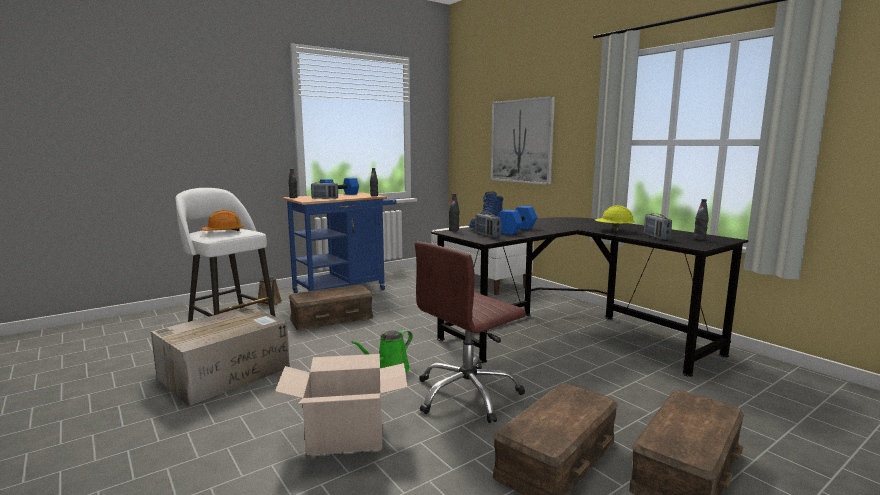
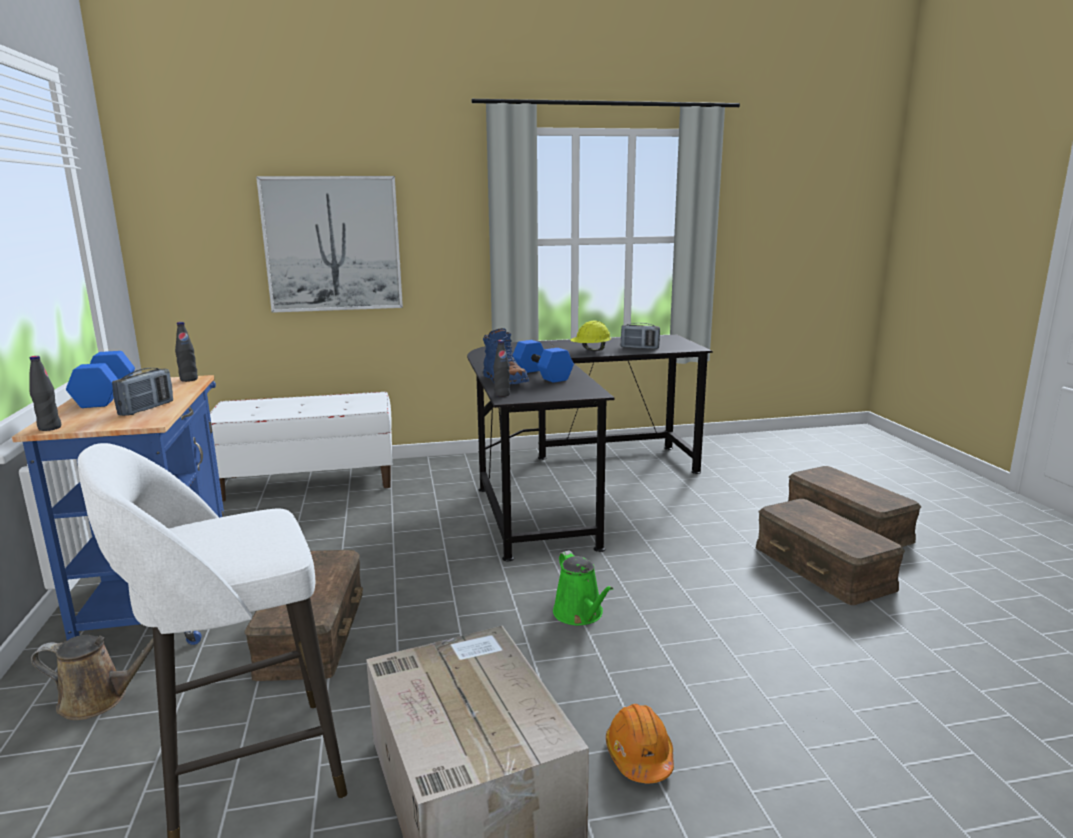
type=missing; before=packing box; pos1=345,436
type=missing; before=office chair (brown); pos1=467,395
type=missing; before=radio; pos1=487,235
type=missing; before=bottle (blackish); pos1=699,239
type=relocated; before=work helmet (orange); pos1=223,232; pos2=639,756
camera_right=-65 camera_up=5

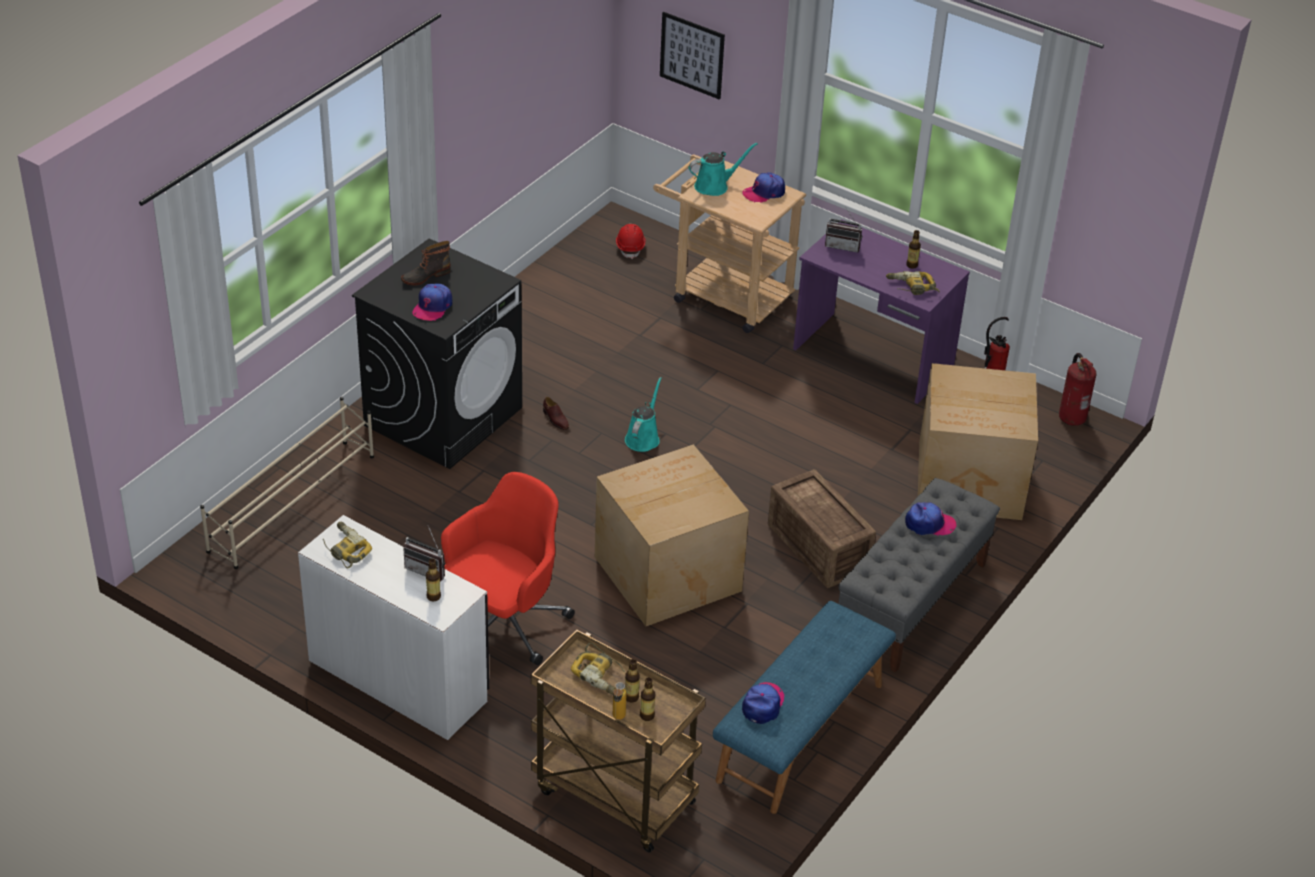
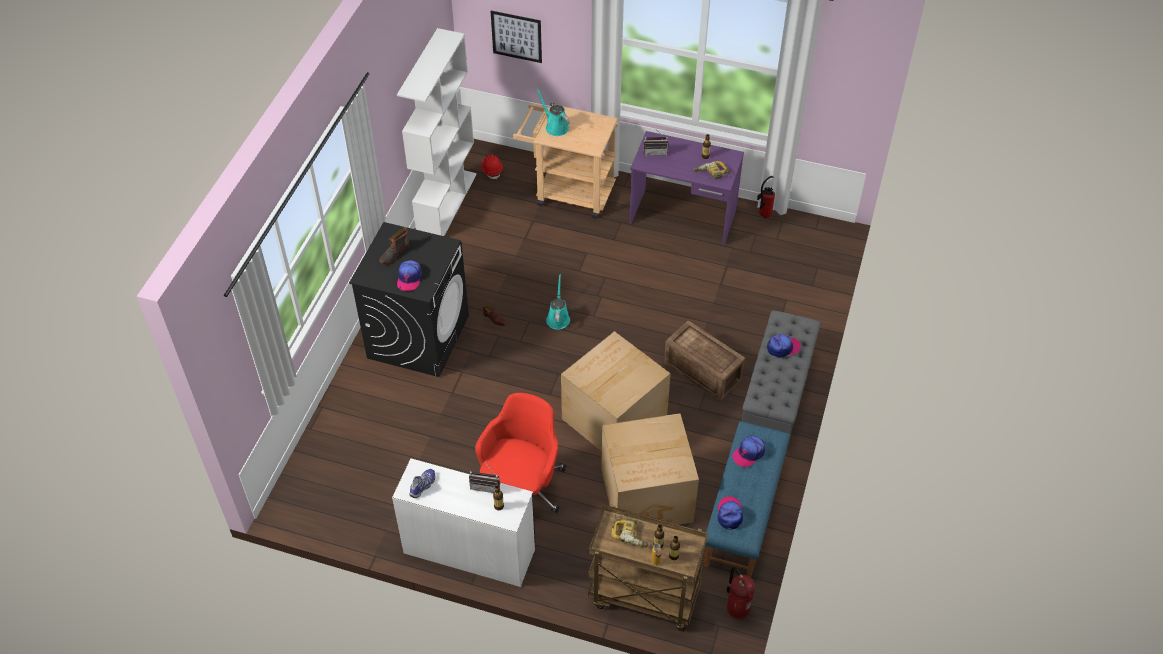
type=missing; before=shoe stand (beige); pos1=293,503
type=appeared; after=bookcase (whitish); pos2=446,203
type=relocated; before=baseball cap; pos1=764,192; pos2=748,453
type=relocated; before=packing box; pos1=971,481; pos2=648,496
type=relocated; before=fire-fighting cylinder; pos1=1071,417; pos2=737,608
type=exchanged; before=electric drill; after=item of footwear; pos1=345,549; pos2=423,486
type=spun; before=sprinkling can (turquoise-coloured); pos1=714,186; pos2=555,126; turn=-90
camera_right=-15 camera_up=10

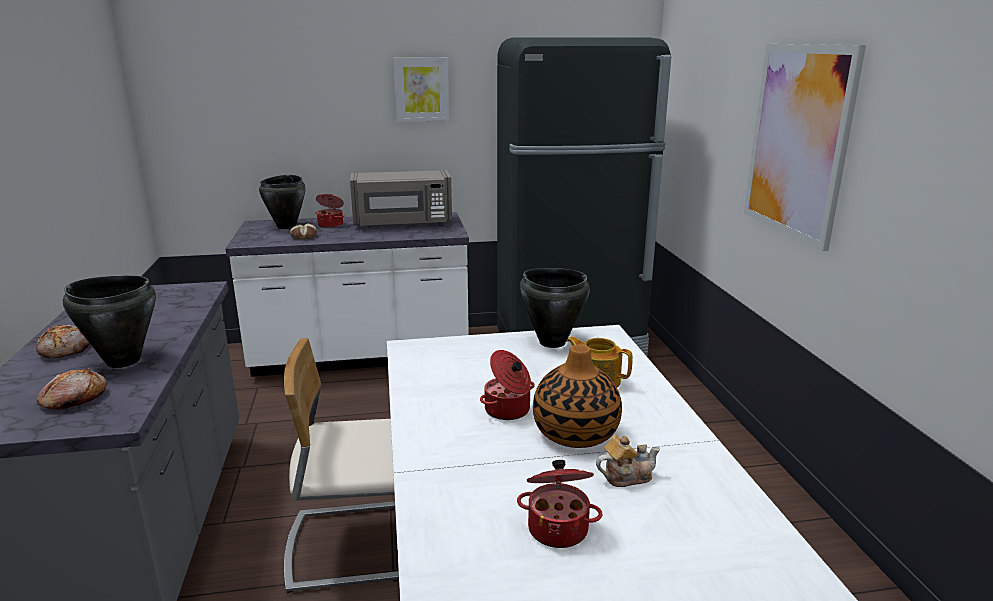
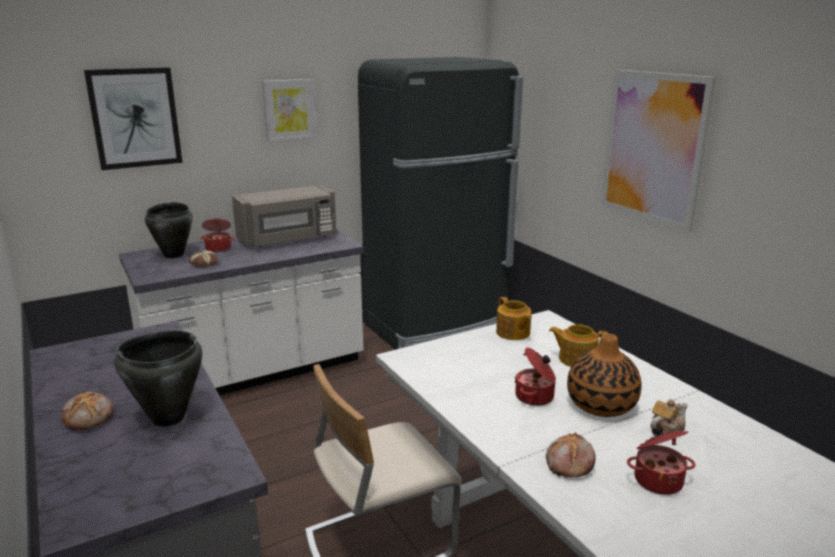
type=appeared; after=picture; pos2=135,118
type=relocated; before=baked bread; pos1=74,399; pos2=568,464
type=exchanged; before=saucepot (blackish); after=teapot; pos1=552,342; pos2=513,333
camera_right=-20 camera_up=0

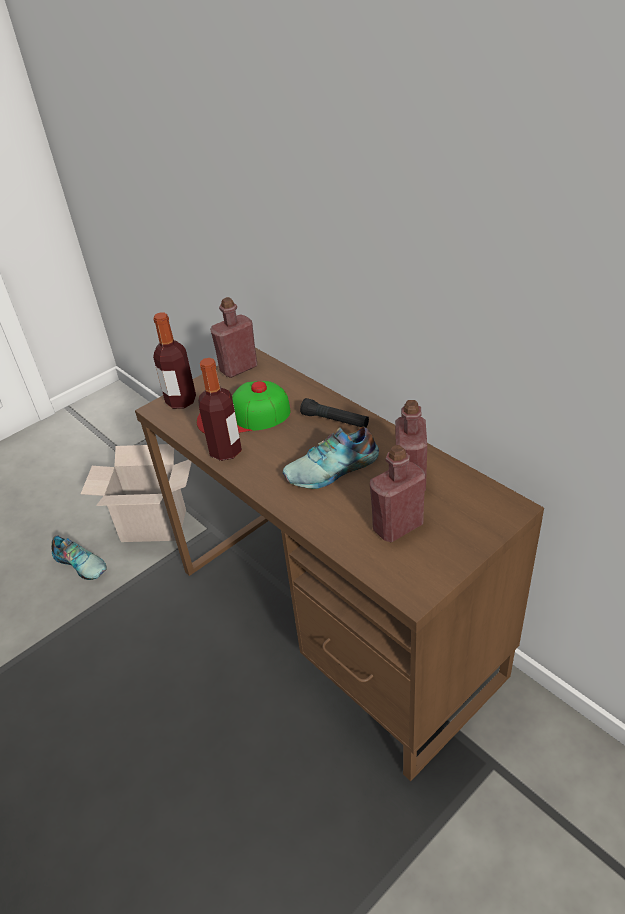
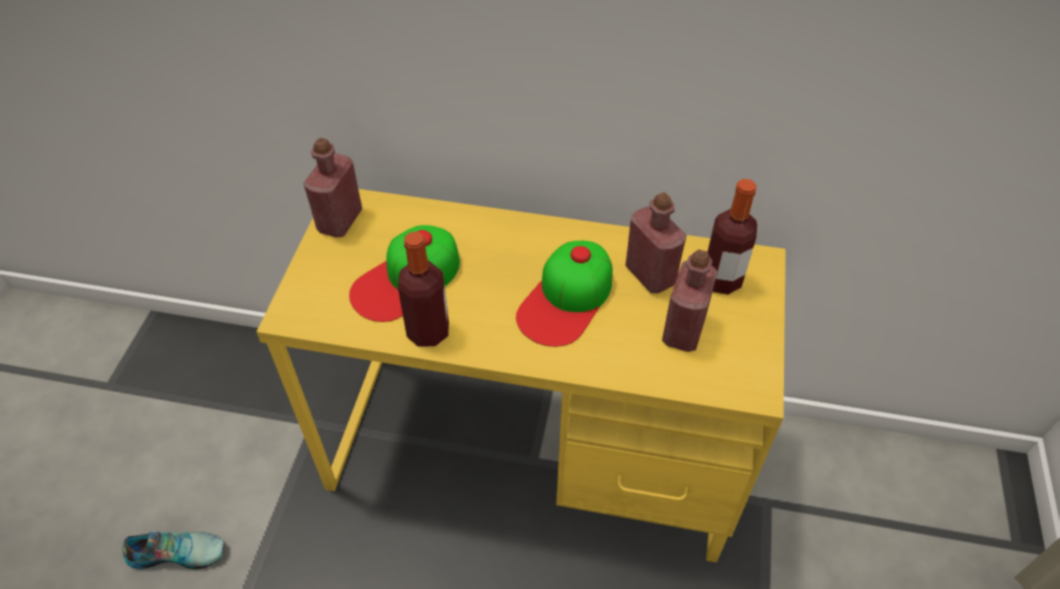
type=missing; before=packing box; pos1=151,527
type=missing; before=hand torch (blackish); pos1=335,420
type=relocated; before=bottle; pos1=181,401; pos2=721,280
type=exchanged; before=item of footwear; after=baseball cap; pos1=333,469; pos2=566,299
type=colour; before=desk (brown); after=desk (yellow); pos1=333,620; pos2=532,452
camera_right=-40 camera_up=10

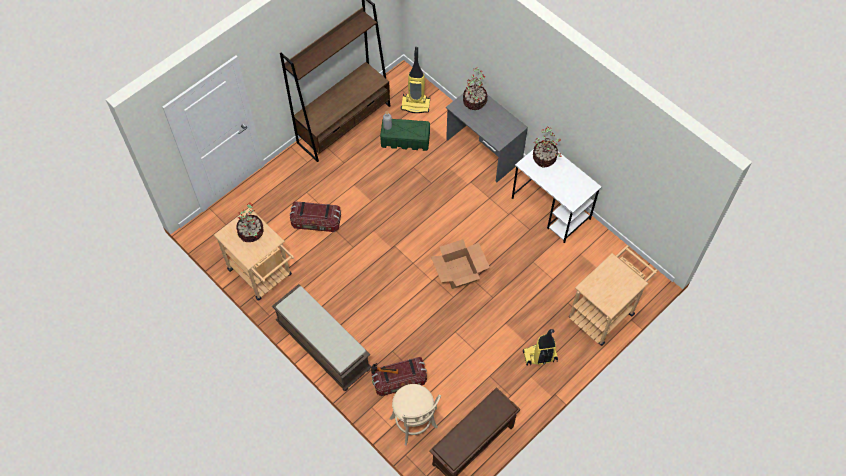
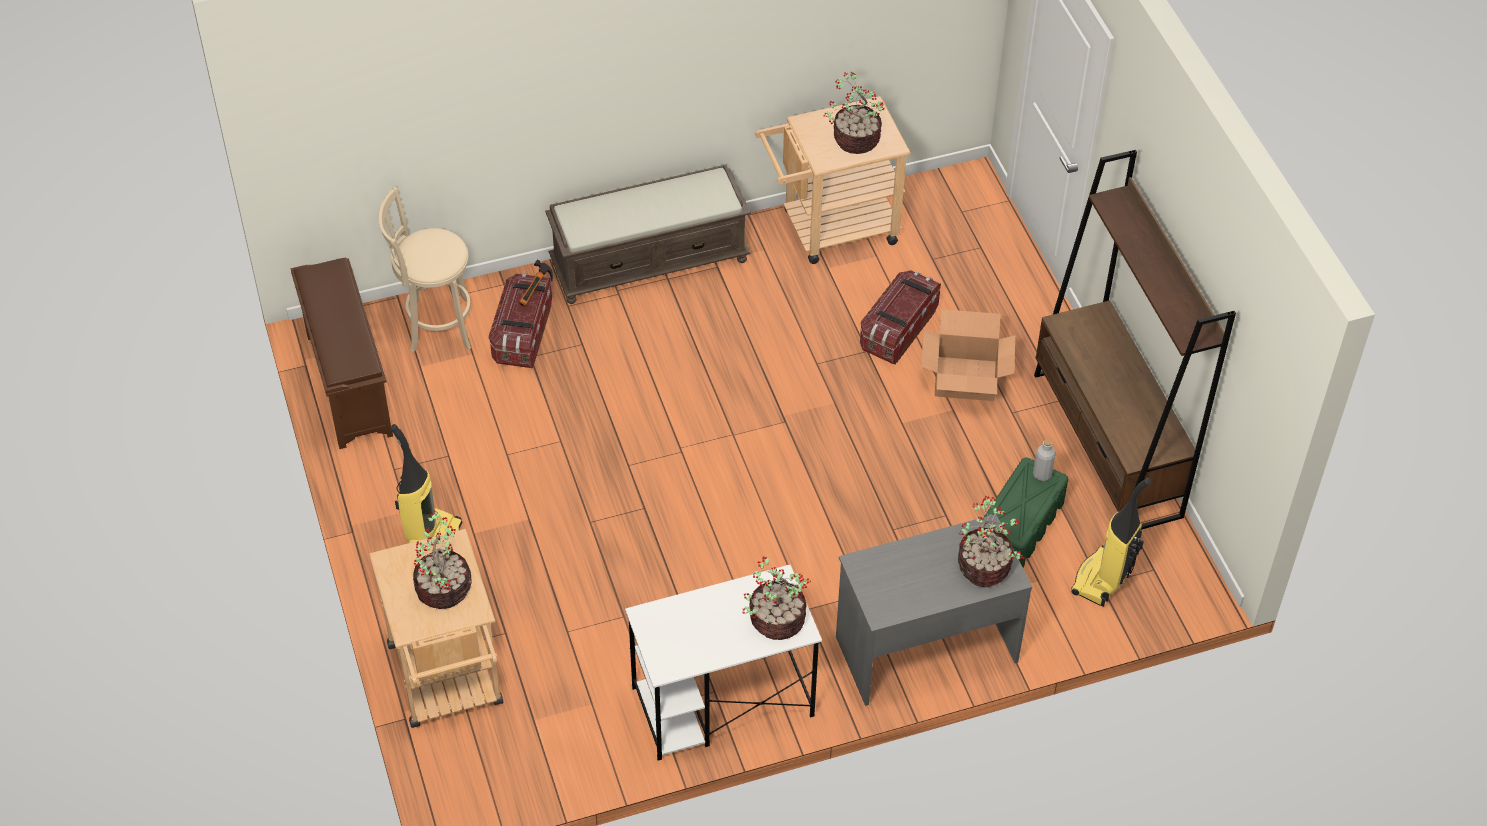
type=appeared; after=houseplant; pos2=443,587
type=relocated; before=packing box; pos1=459,272; pos2=965,379
camera_right=115 camera_up=-10

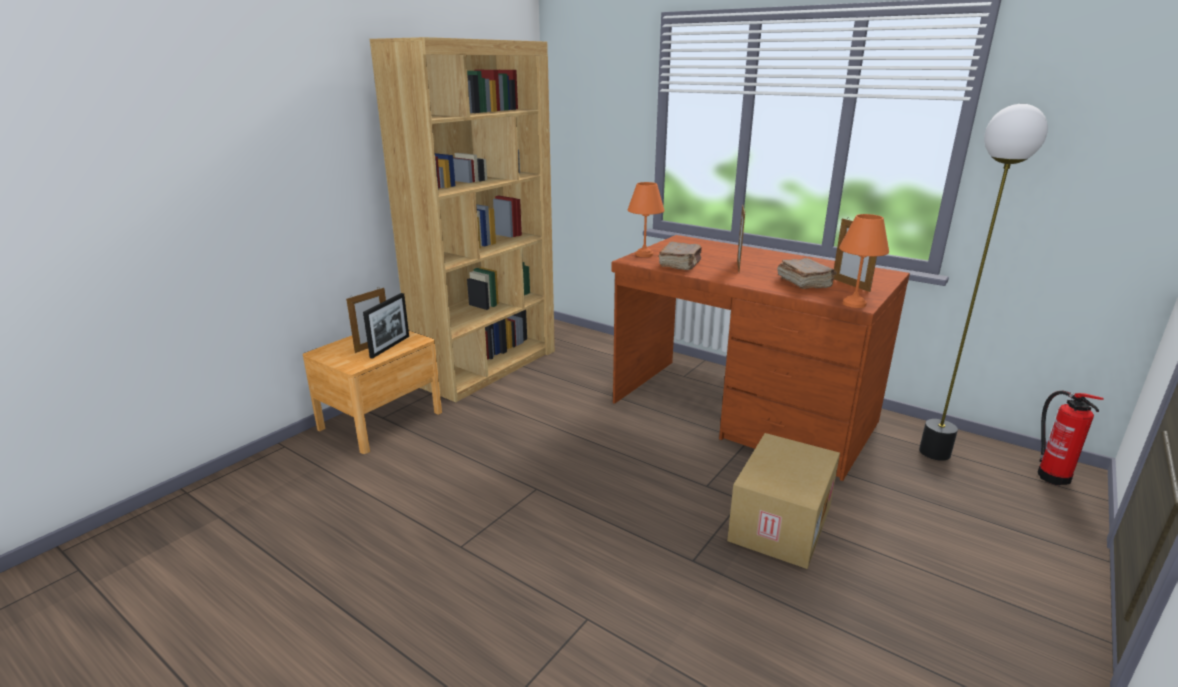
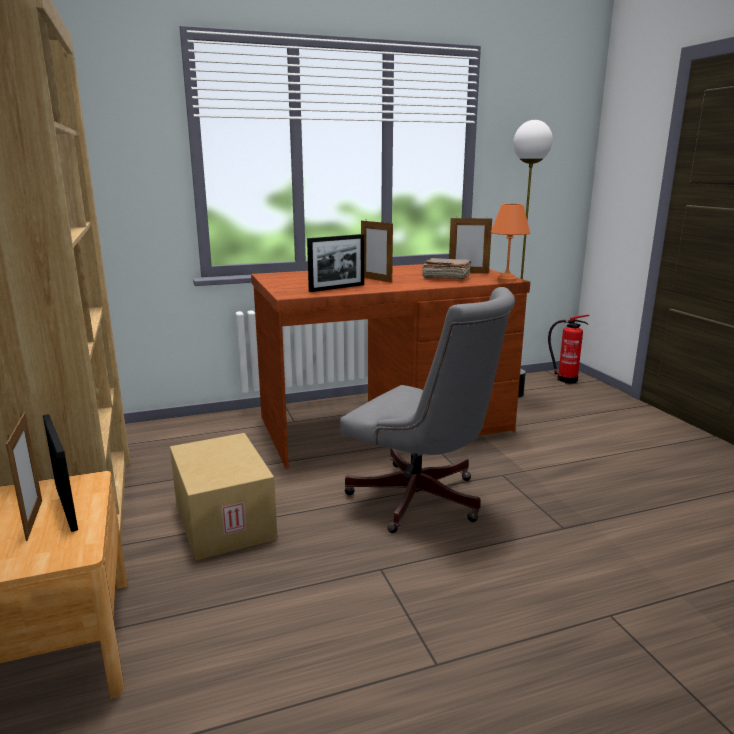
type=missing; before=lamp for a table (orange); pos1=645,254
type=appeared; after=office chair (grey); pos2=423,501
type=relocated; before=packing box; pos1=778,522; pos2=222,521
type=exchanged; before=volume (brown); after=standing frame; pos1=680,264; pos2=337,288
camera_right=-55 camera_up=-5

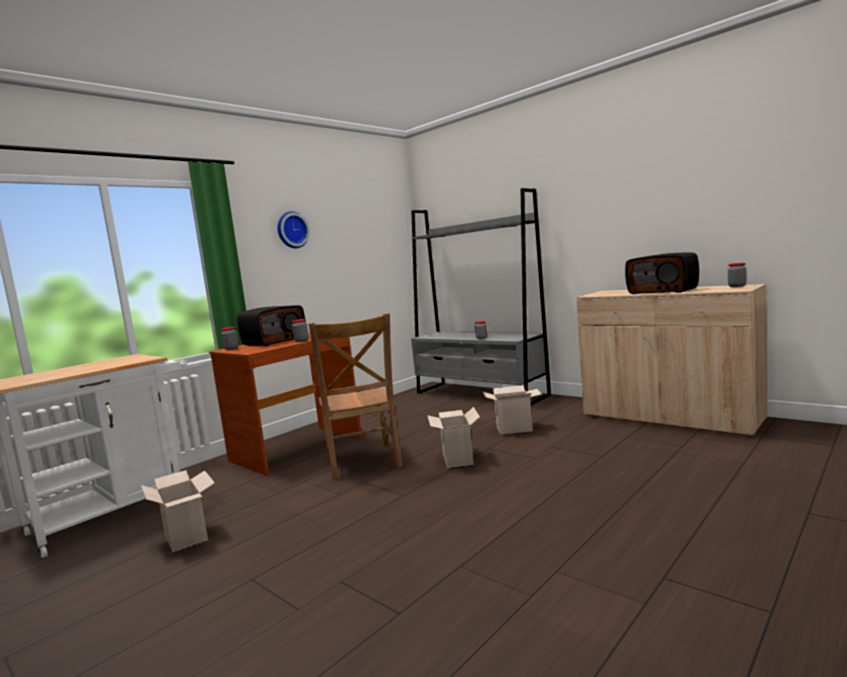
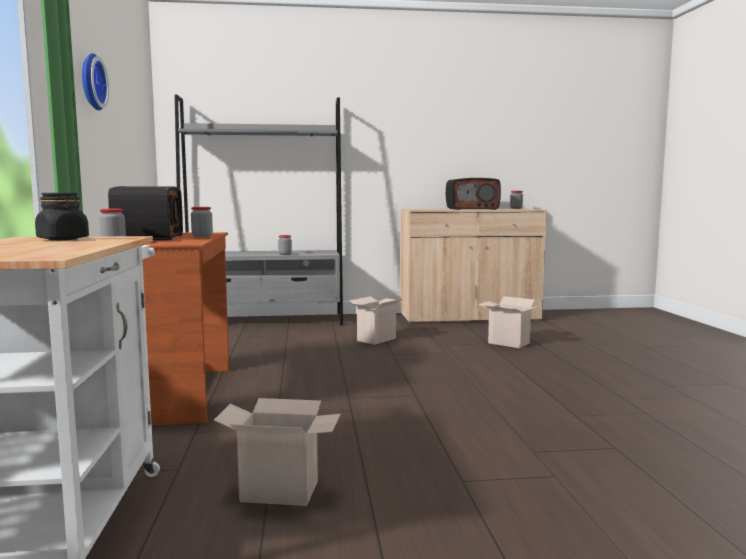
type=missing; before=upright chair (brown); pos1=363,462
type=appeared; after=jar (blackish); pos2=63,239
type=relocated; before=packing box; pos1=456,459; pos2=507,343
camera_right=-50 camera_up=0

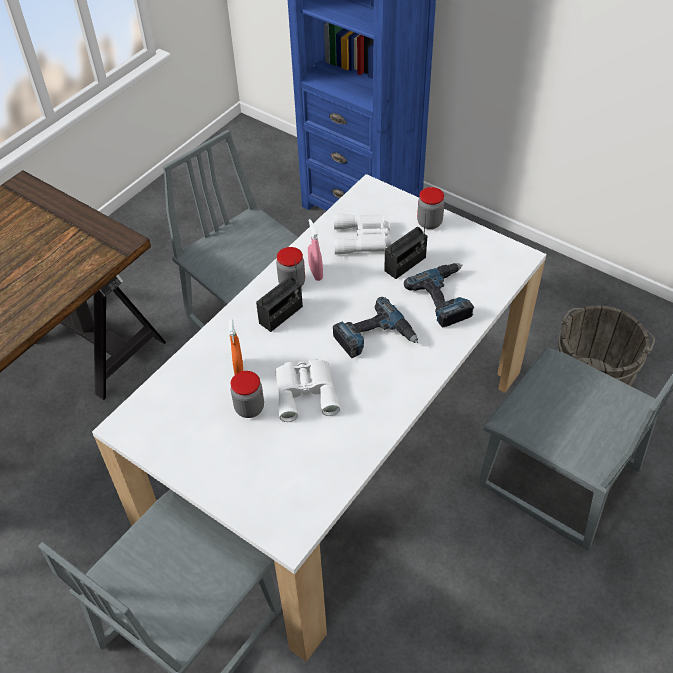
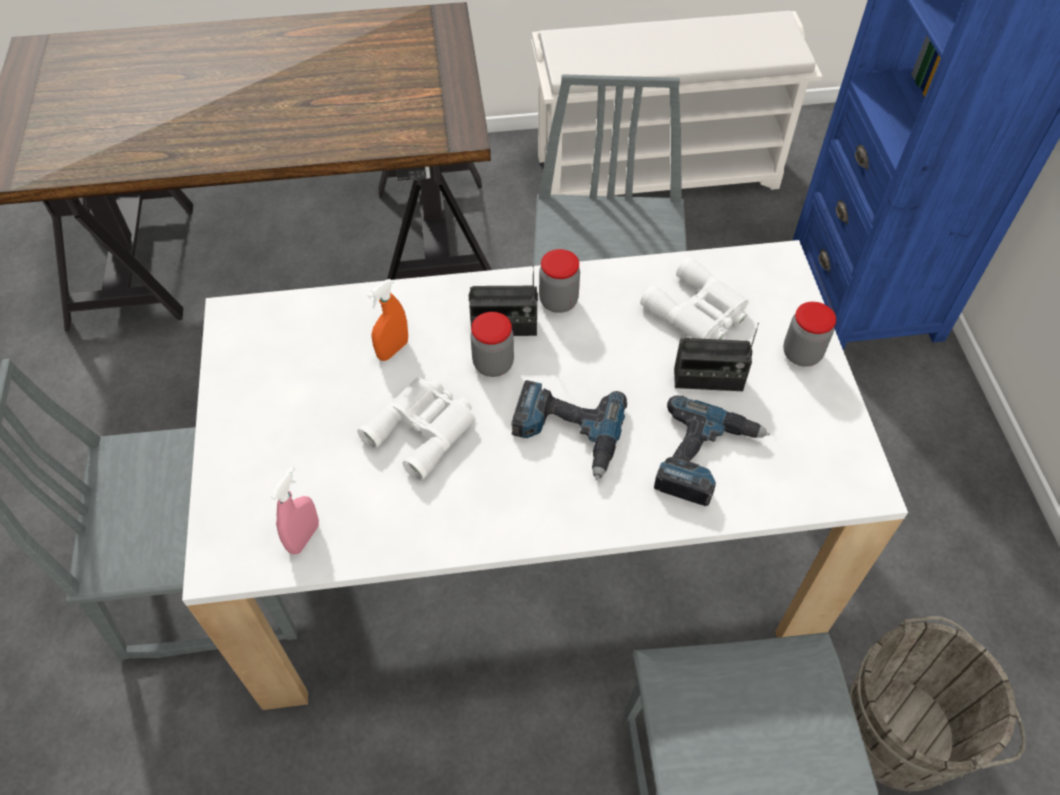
type=appeared; after=shoe stand (whitish); pos2=659,171
type=relocated; before=jar; pos1=249,408; pos2=493,364
type=relocated; before=spray bottle (pinkish); pos1=316,273; pos2=304,537
camera_right=45 camera_up=5

